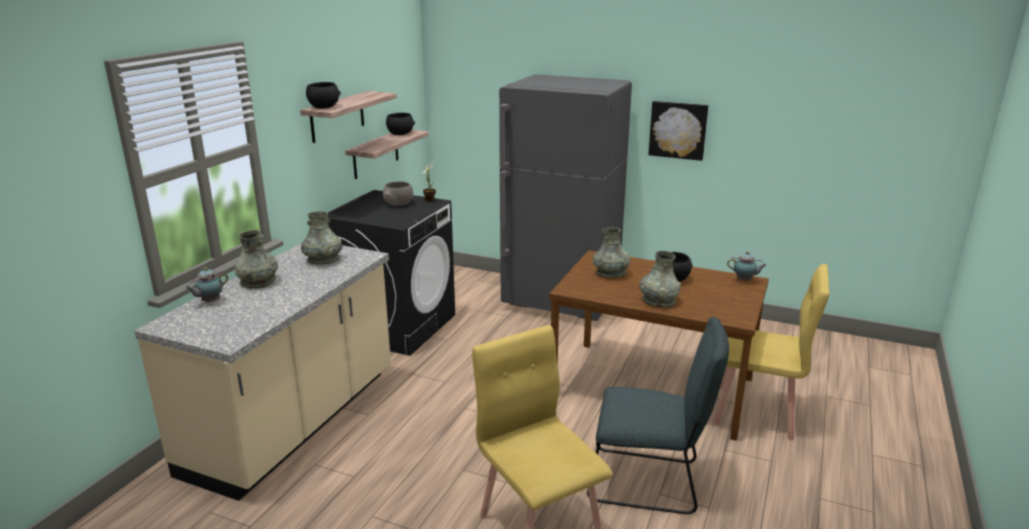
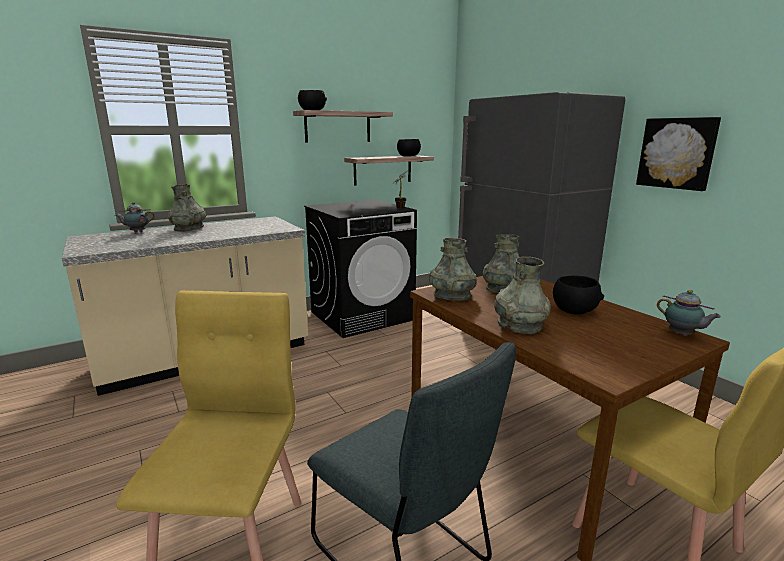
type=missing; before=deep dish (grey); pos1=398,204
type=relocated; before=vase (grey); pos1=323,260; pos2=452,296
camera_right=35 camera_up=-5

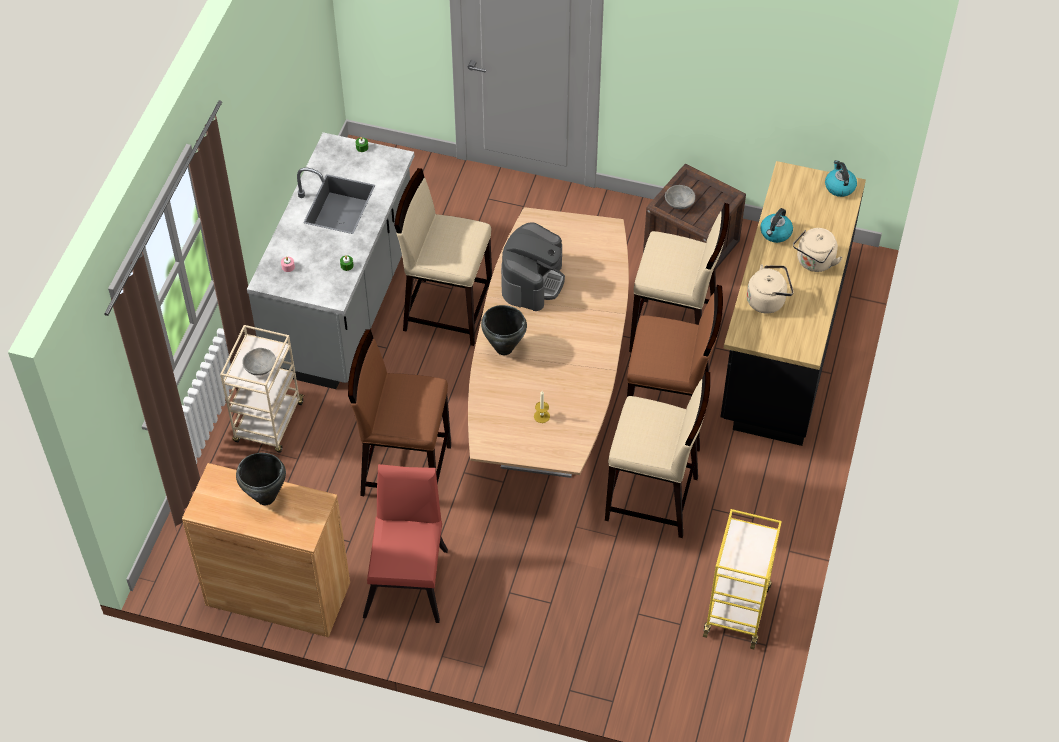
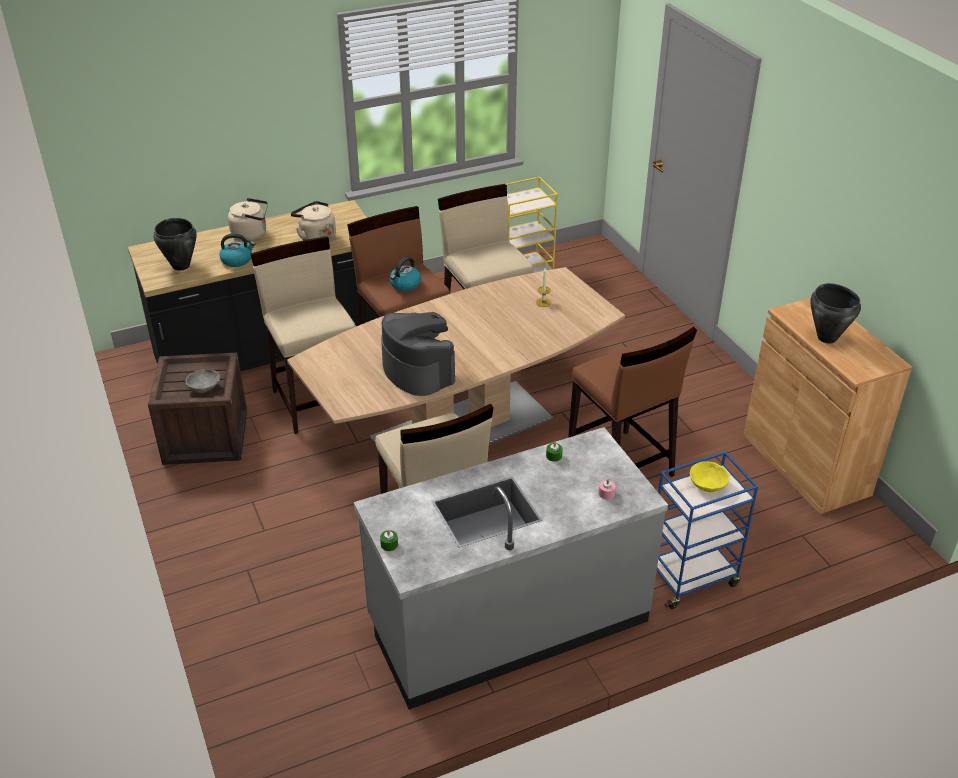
type=missing; before=upright chair (reddish); pos1=408,576
type=relocated; before=saucepot (blackish); pos1=504,348; pos2=181,266
type=relocated; before=kettle; pos1=839,186; pos2=405,285
type=colour; before=cart (beige); after=cart (blue); pos1=269,423; pos2=690,577
type=colour; before=deep dish (grey); after=deep dish (yellow); pos1=261,368; pos2=707,484
type=spun; before=coffee maker; pos1=532,281; pos2=418,371; turn=75
camera_right=-130 camera_up=-15

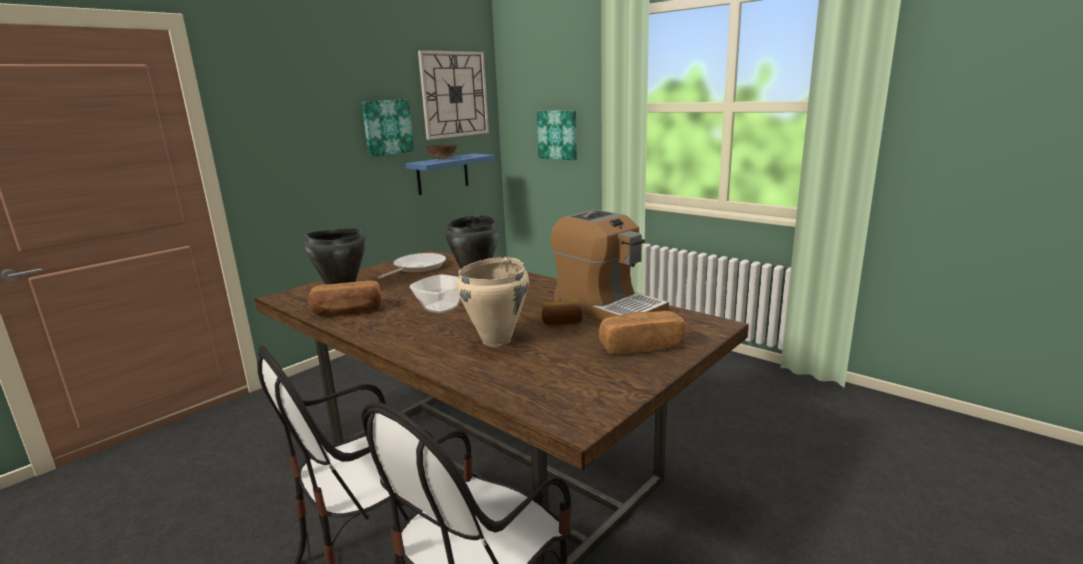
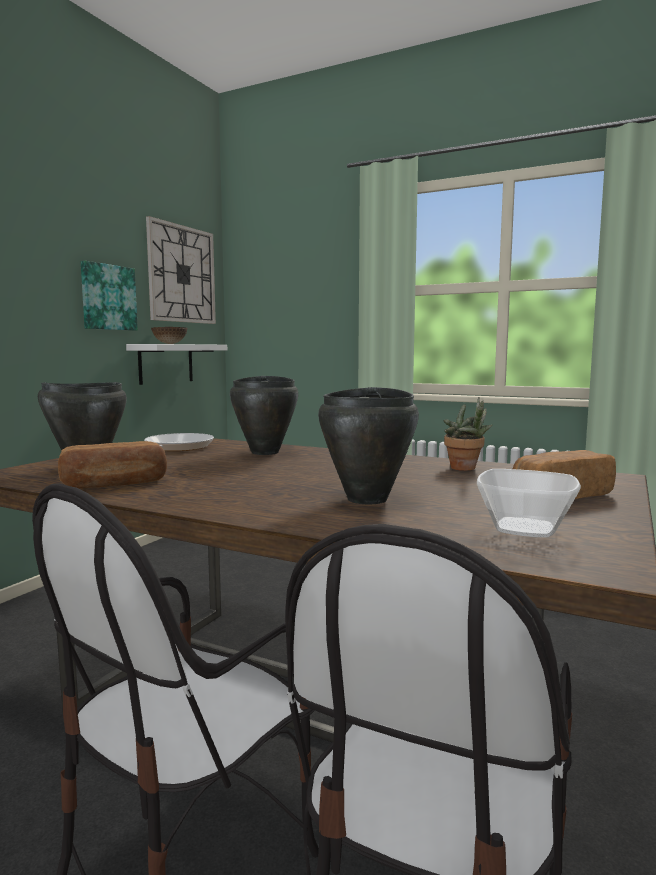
type=missing; before=picture; pos1=558,134
type=missing; before=baked bread; pos1=562,323
type=relocated; before=deep dish; pos1=440,307; pos2=523,528
type=exchanged; before=coffee maker; after=houseplant; pos1=607,307; pos2=466,469
type=colour; before=bracket shelf (blue); after=bracket shelf (whitish); pos1=442,174; pos2=166,363
type=colour; before=saucepot (beige); after=saucepot (blackish); pos1=497,340; pos2=368,499
camera_right=-15 camera_up=-10

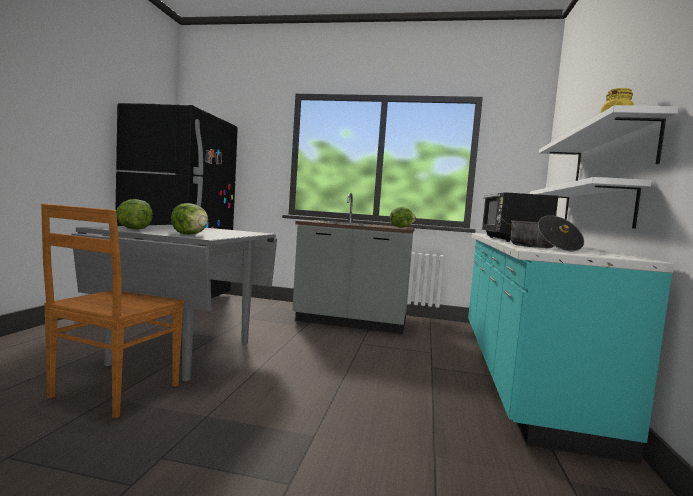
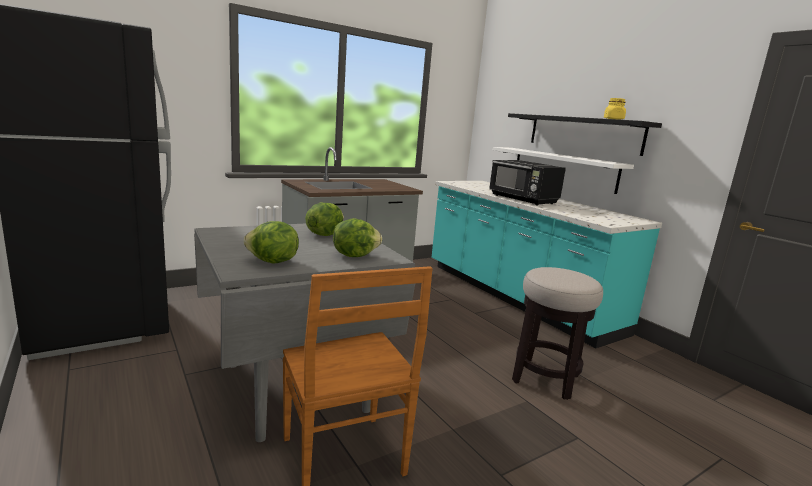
type=missing; before=saucepot; pos1=541,247
type=appeared; after=sitting stool; pos2=545,378
type=relocated; before=head of lettuce; pos1=401,227; pos2=324,234
type=colour; before=bracket shelf (whitish); after=bracket shelf (blackish); pos1=611,154; pos2=583,133
camera_right=-45 camera_up=10

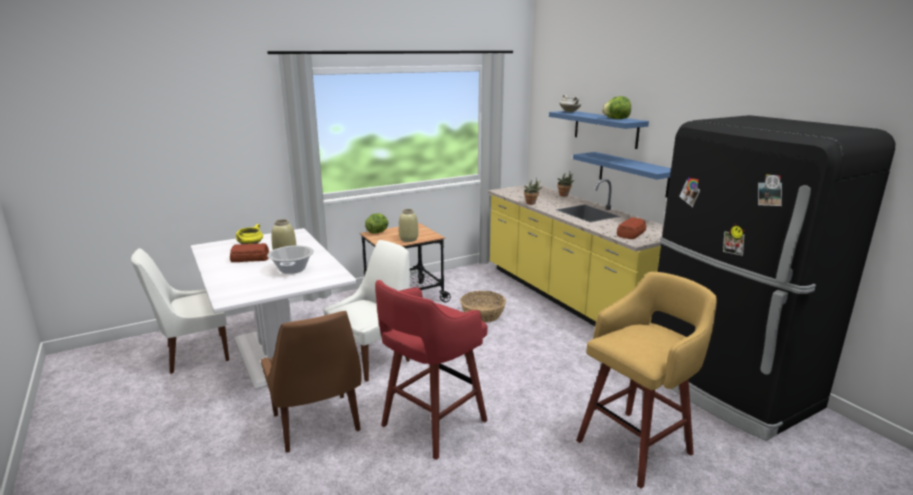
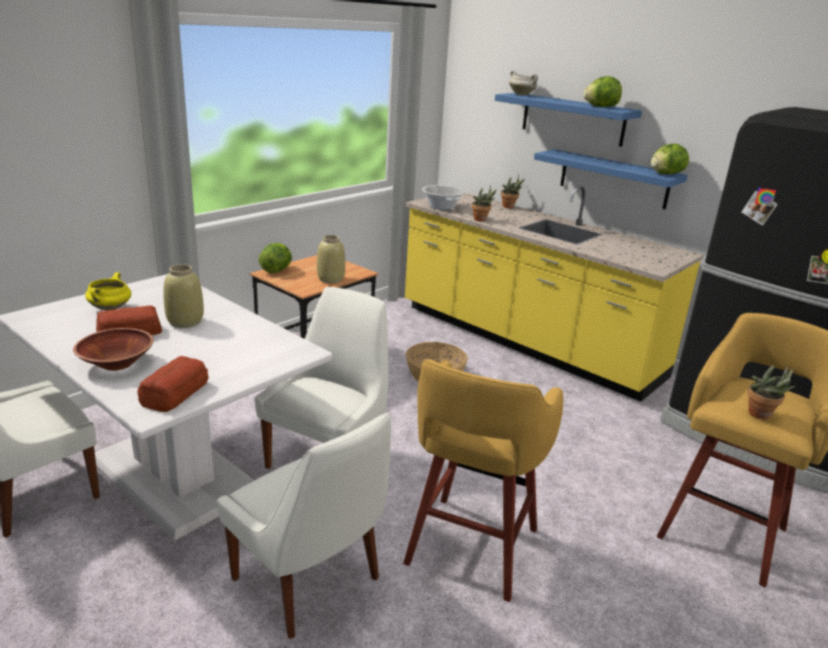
type=appeared; after=deep dish (brown); pos2=117,364
type=appeared; after=head of lettuce; pos2=665,174
type=appeared; after=houseplant; pos2=761,416
type=relocated; before=saucepot; pos1=292,269; pos2=441,207
type=relocated; before=baked bread; pos1=630,234; pos2=174,393
type=colour; before=upright chair (brown); after=upright chair (whitish); pos1=317,425; pos2=309,582
type=colour; before=sitting stool (reddish); after=sitting stool (yellow); pos1=431,424; pos2=470,549
camera_right=-20 camera_up=5

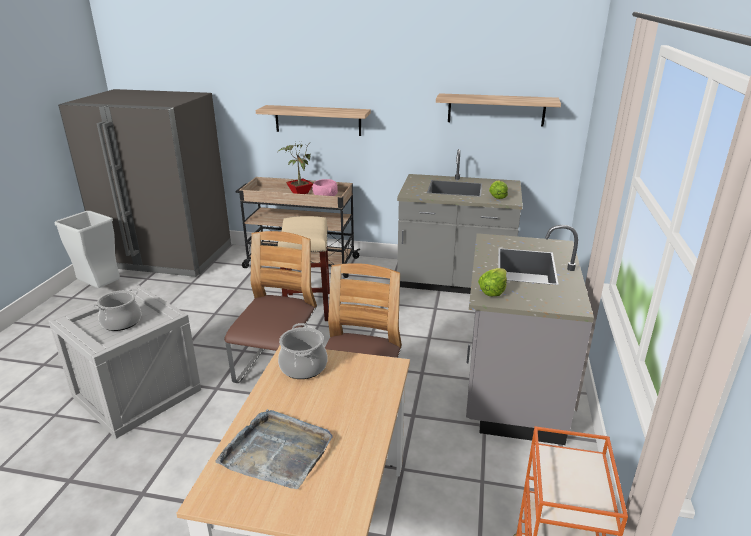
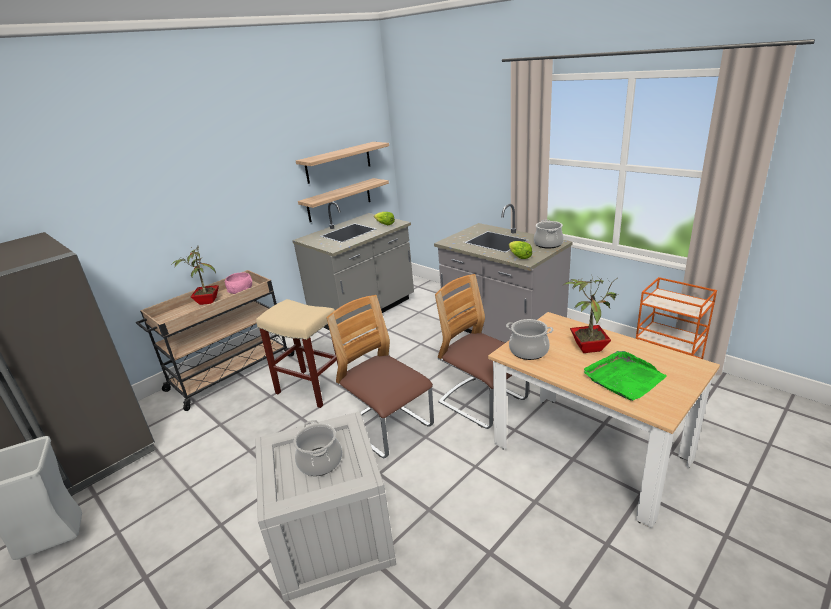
type=appeared; after=saucepot; pos2=548,244
type=appeared; after=houseplant; pos2=588,347
type=relocated; before=bracket shelf; pos1=317,120; pos2=339,200
type=colour; before=tray (grey); after=tray (green); pos1=277,451; pos2=624,378
camera_right=-55 camera_up=0

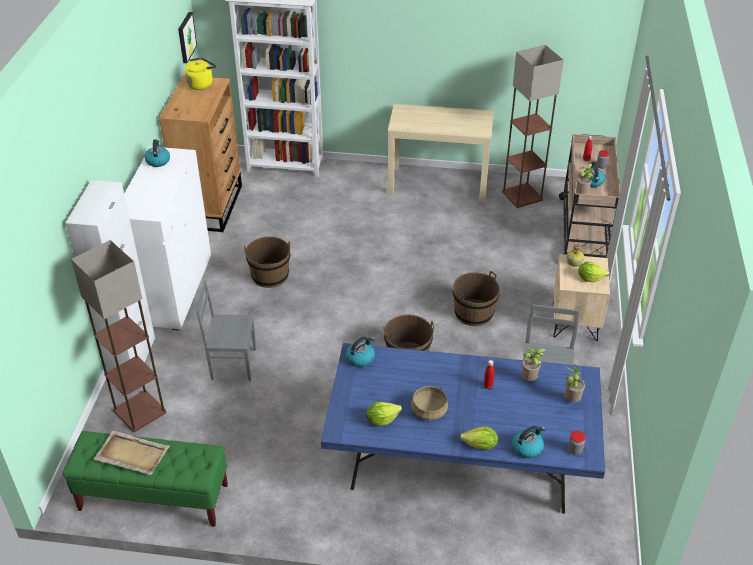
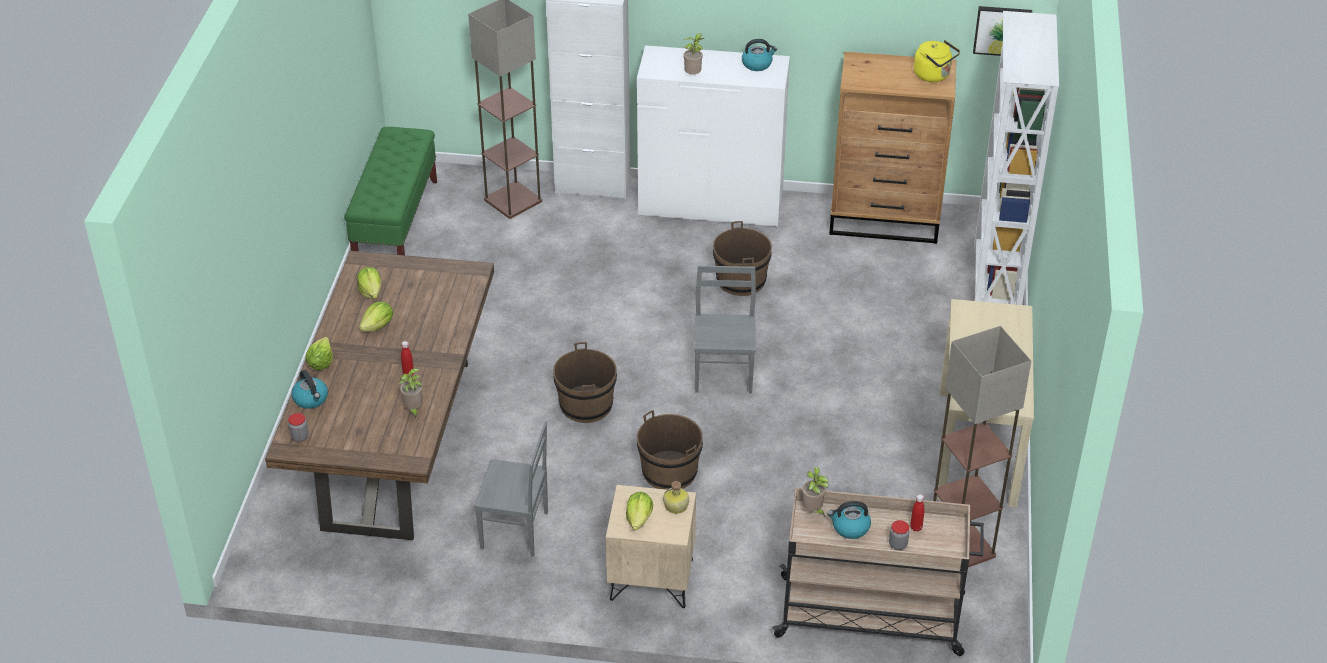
type=missing; before=tray (beige); pos1=131,454
type=missing; before=kettle; pos1=360,358
type=relocated; before=upright chair (grey); pos1=233,363; pos2=724,375
type=relocated; before=houseplant; pos1=571,400; pos2=693,75
type=exchanged; before=saucepot (beige); after=head of lettuce; pos1=428,411; pos2=378,326
type=colour; before=dining table (blue); after=dining table (brown); pos1=460,470; pos2=398,445
camera_right=90 camera_up=0

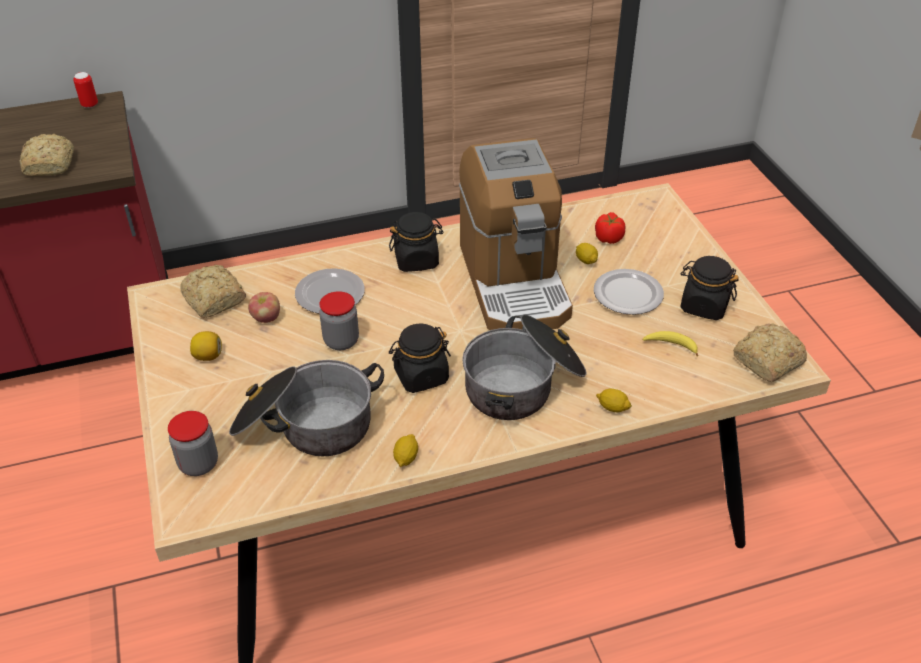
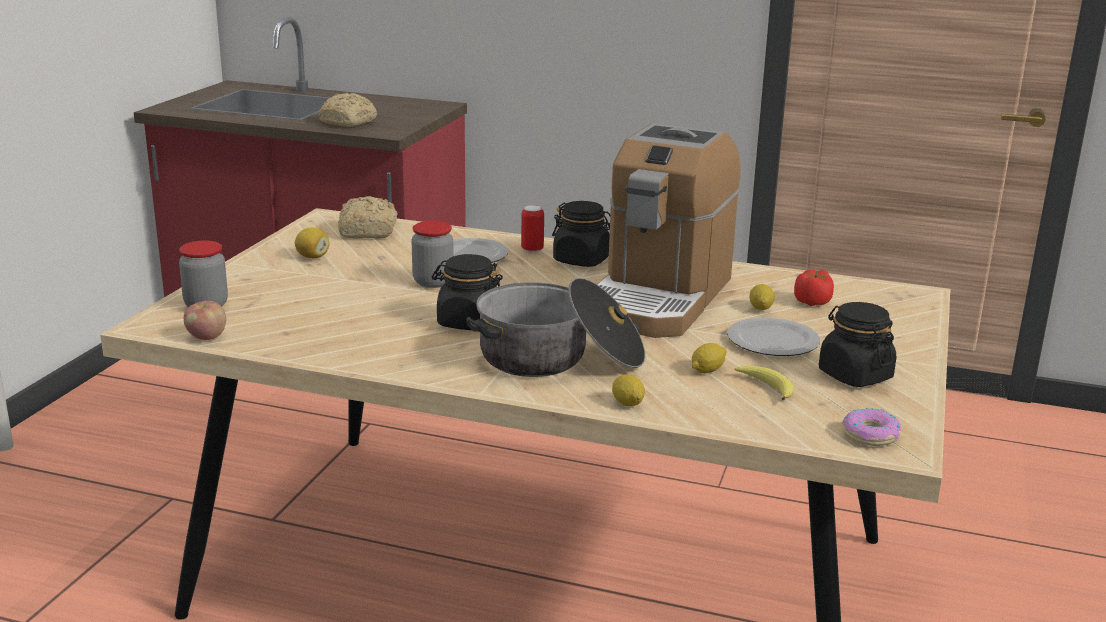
type=missing; before=saucepot; pos1=306,425
type=relocated; before=sealed can; pos1=89,105; pos2=532,249
type=relocated; before=whole apple; pos1=266,318; pos2=206,337
type=relocated; before=citrus fruit; pos1=406,458; pos2=707,370
type=exchanged; before=baked bread; after=ring doughnut; pos1=766,361; pos2=871,435
camera_right=35 camera_up=-20

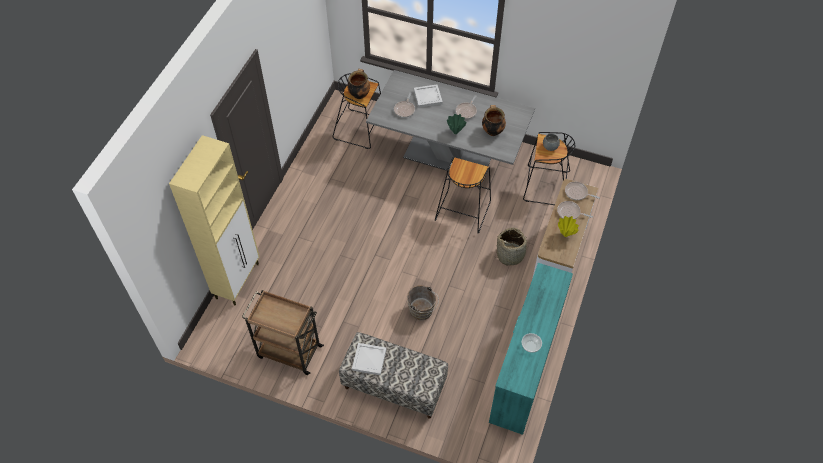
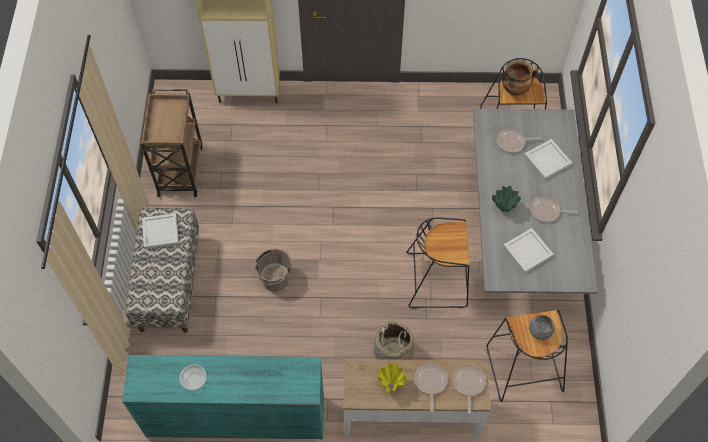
type=exchanged; before=saucepot; after=tray (whitish); pos1=492,131; pos2=527,251
camera_right=70 camera_up=5

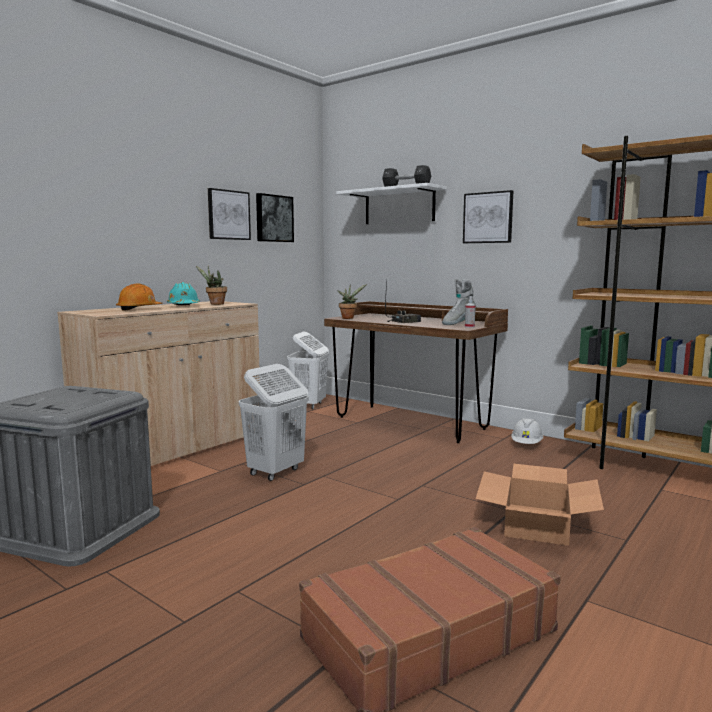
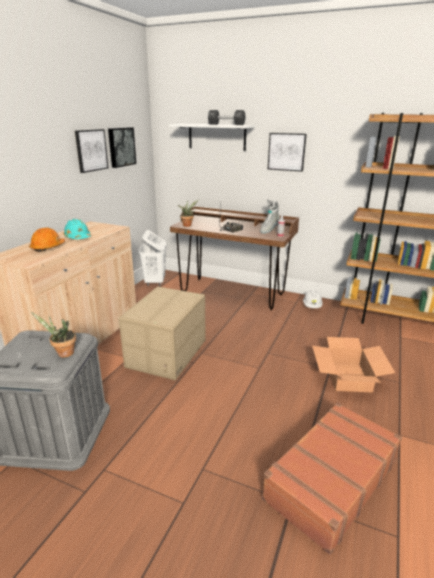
type=relocated; before=houseplant; pos1=215,304; pos2=63,354
type=exchanged; before=washing basket (whitish); after=packing box; pos1=275,472; pos2=167,353
camera_right=-15 camera_up=15

